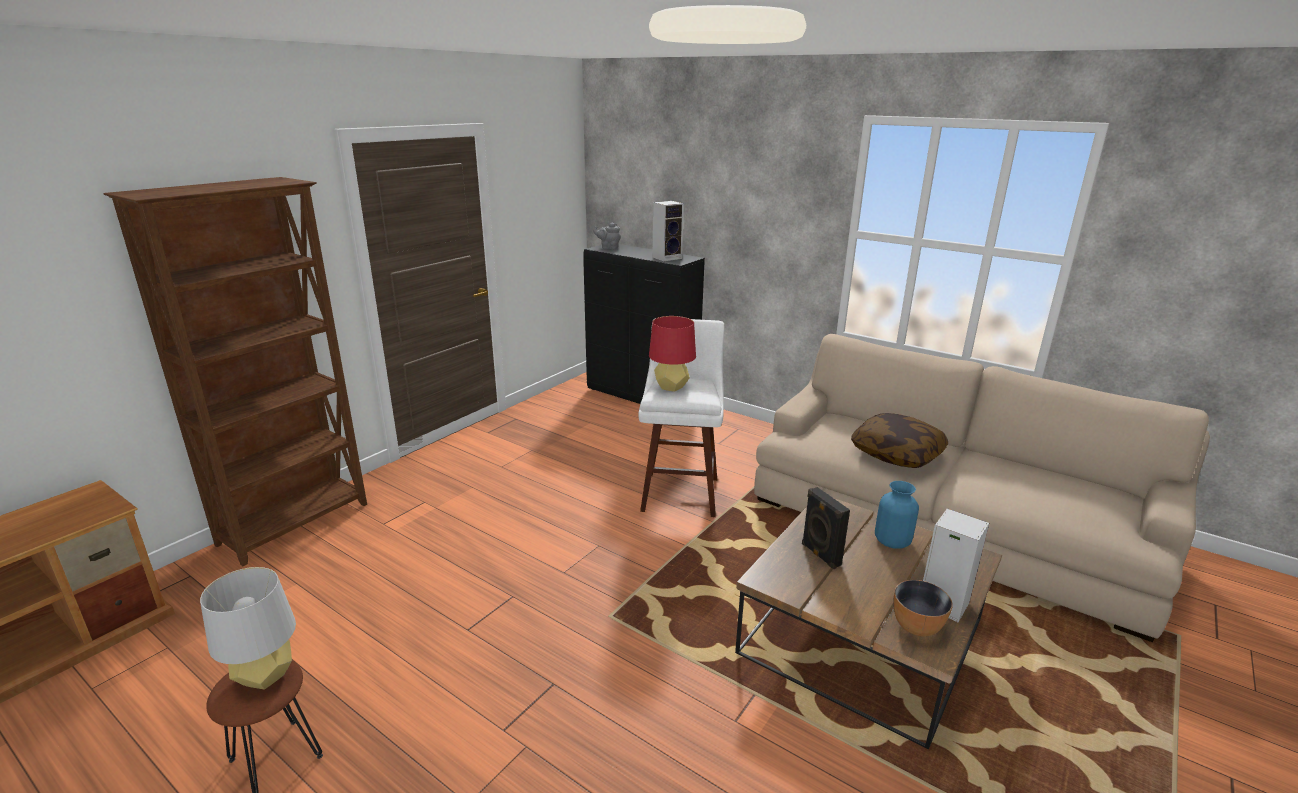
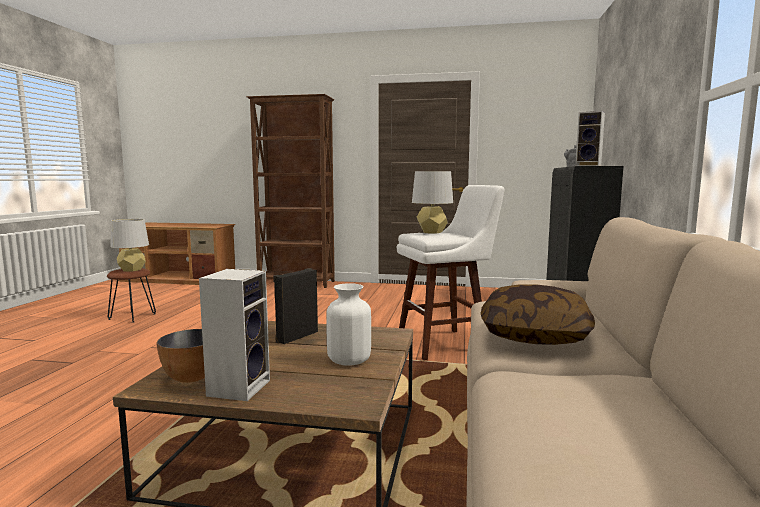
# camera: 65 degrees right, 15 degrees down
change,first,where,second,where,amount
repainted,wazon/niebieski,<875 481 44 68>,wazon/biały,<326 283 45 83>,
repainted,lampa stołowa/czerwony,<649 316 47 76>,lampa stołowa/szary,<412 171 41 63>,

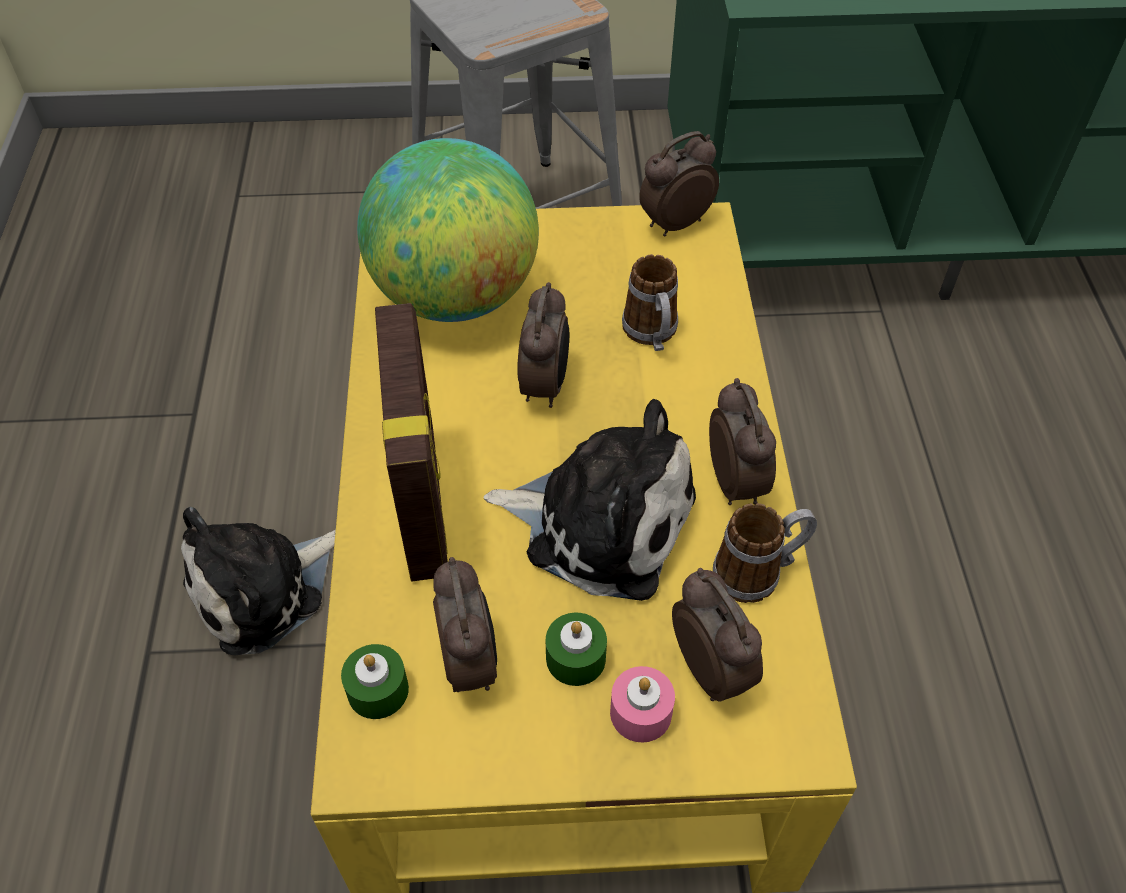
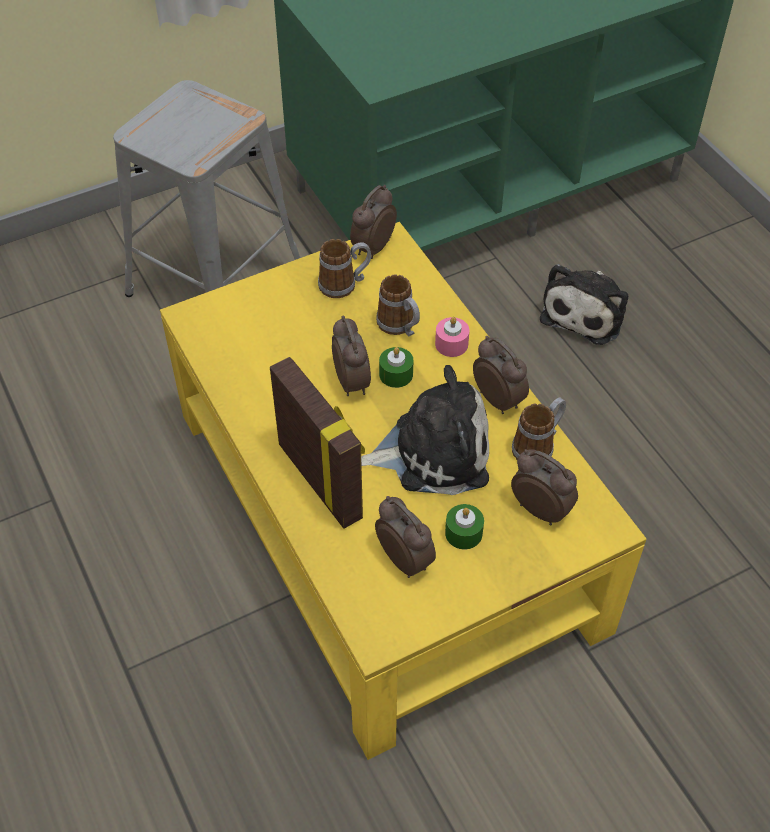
# camera: 25 degrees left, 0 degrees up
change,first,where,second,where,amount
new,,,kubek,<318 239 53 59>,
shifted,świeca/zielony,<341 644 68 75>,,<379 347 35 41>,
shifted,świeca/różowy,<610 666 65 76>,,<435 317 34 40>,
shifted,pluszak,<181 507 155 148>,,<540 264 88 81>,
gone,globus,<357 138 182 184>,,,

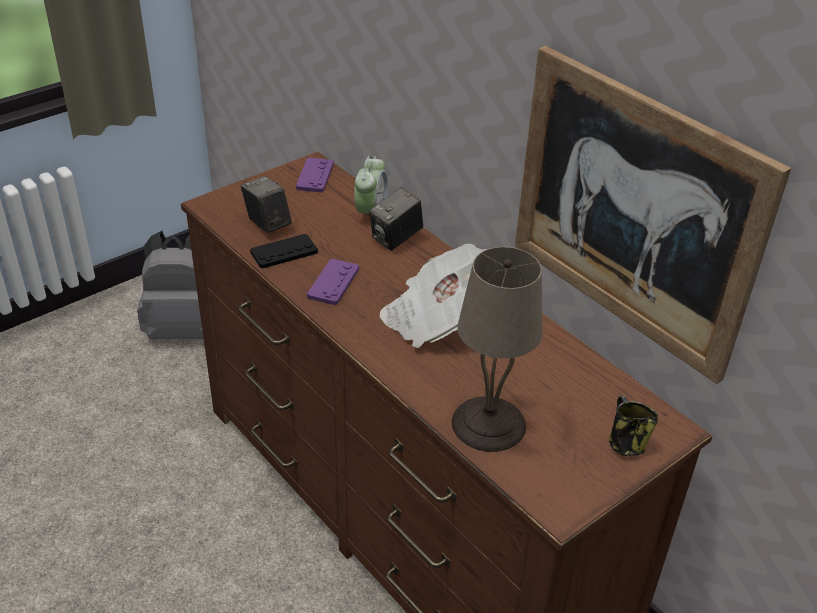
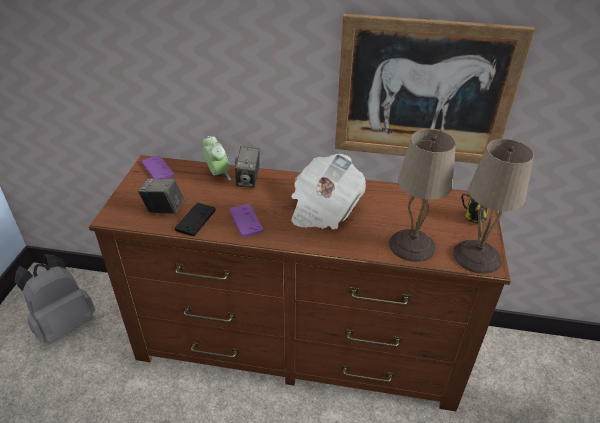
# camera: 40 degrees left, 0 degrees up
change,first,where,second,where,amount
new,,,lampa stołowa/beżowy,<453 139 81 135>,

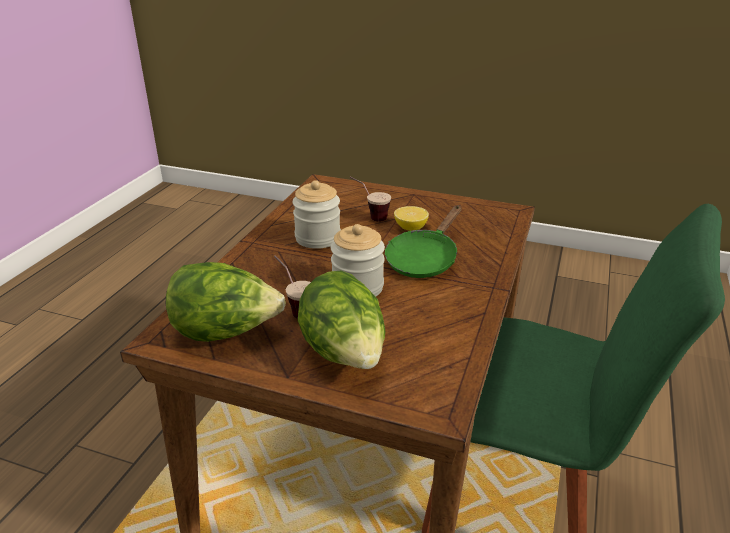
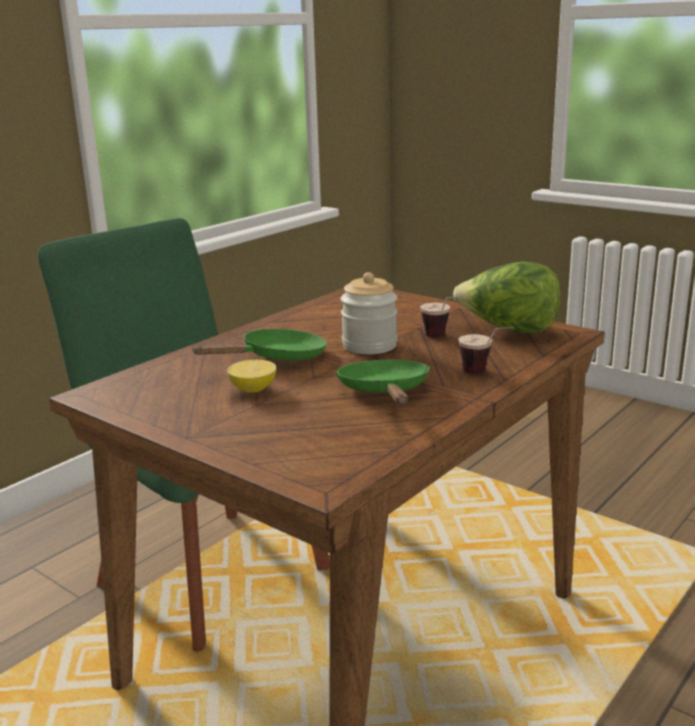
# camera: 160 degrees left, 10 degrees down
change,first,where,second,where,amount
swapped,słoik,<293 180 48 69>,patelnia/zielony,<336 360 94 45>,
shifted,filiżanka,<350 176 41 45>,,<458 327 57 47>,
gone,sałata,<298 271 87 98>,,,

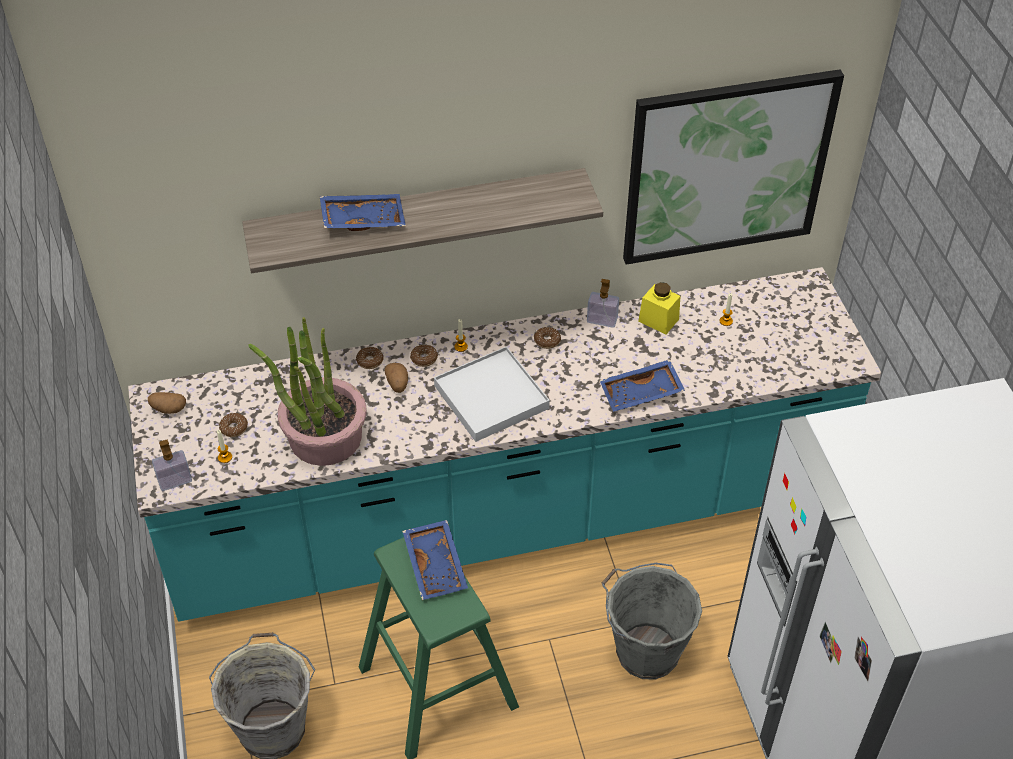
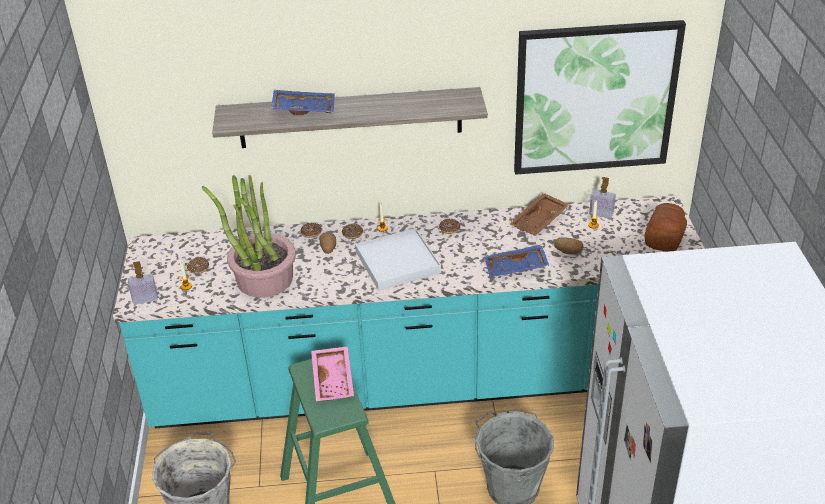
# camera: 10 degrees right, 10 degrees down
change,first,where,second,where,amount
repainted,taca/niebieski,<402 520 66 80>,taca/różowy,<311 346 43 55>,
swapped,słoik/żółty,<638 282 42 52>,taca/brązowy,<509 193 60 43>,
shifted,ziemniak,<148 392 38 22>,,<554 237 30 18>,
shifted,dozownik mydła,<587 279 32 49>,,<589 177 27 42>,
new,,,chleb,<645 203 42 49>,

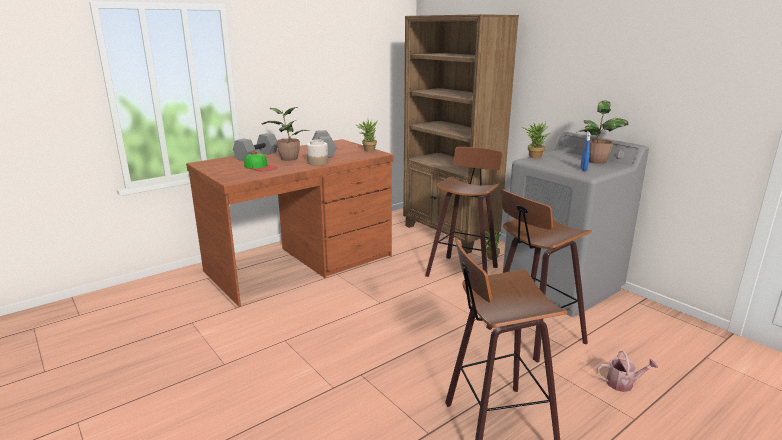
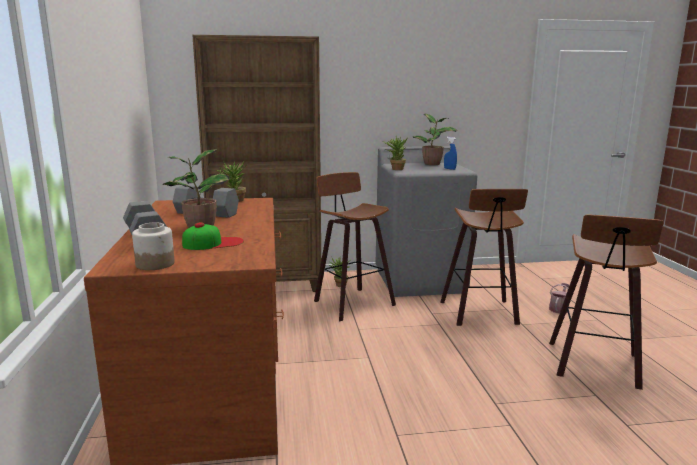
# camera: 60 degrees left, 5 degrees down
change,first,where,second,where,amount
shifted,słoik,<307 139 21 27>,,<132 222 43 48>,

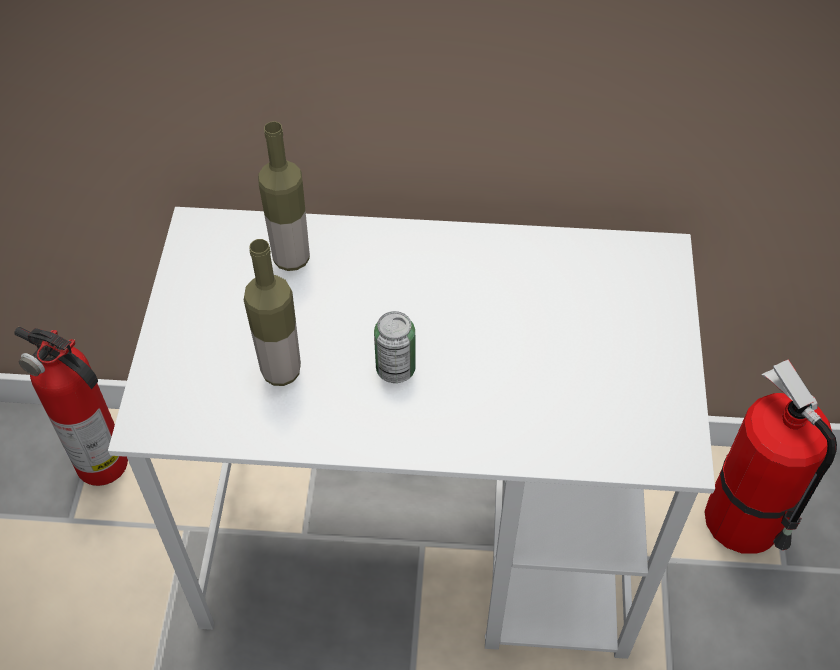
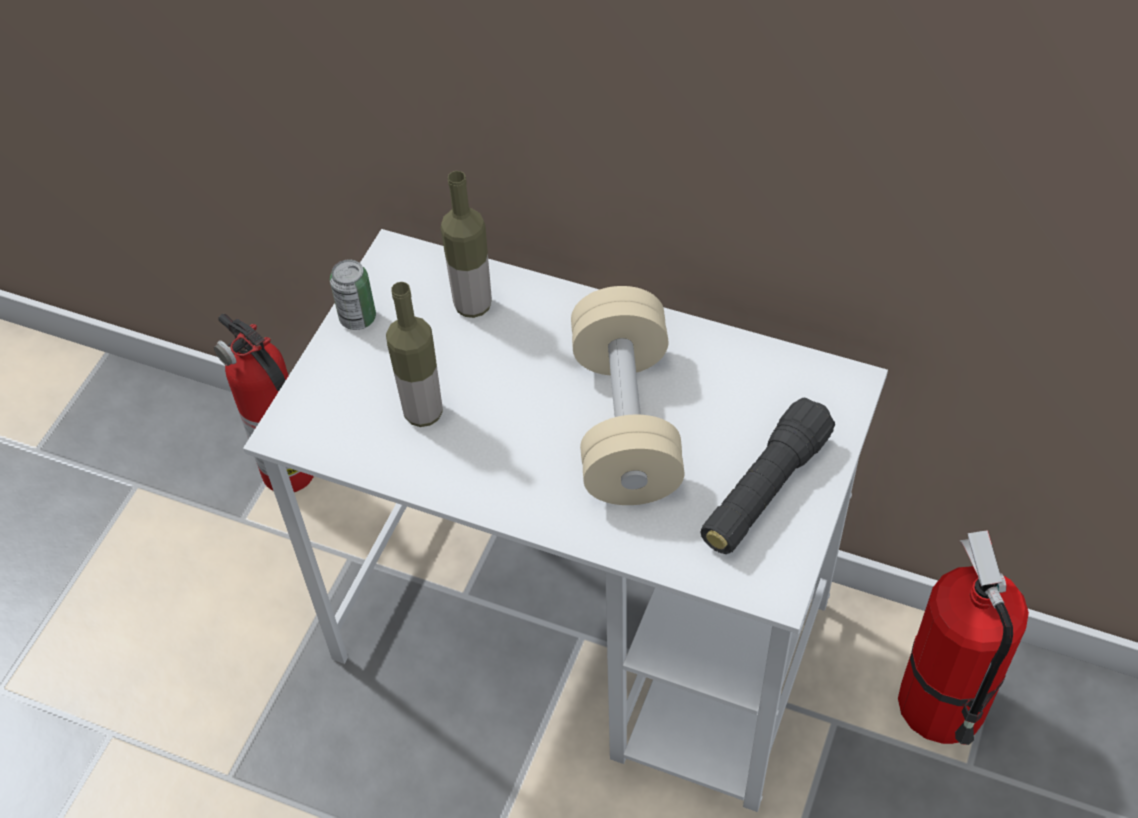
# camera: 20 degrees right, 0 degrees up
change,first,where,second,where,amount
shifted,puszka,<374 311 42 72>,,<330 259 46 71>,
new,,,hantel/beżowy,<571 286 113 219>,
new,,,latarka/czarny,<701 397 134 157>,

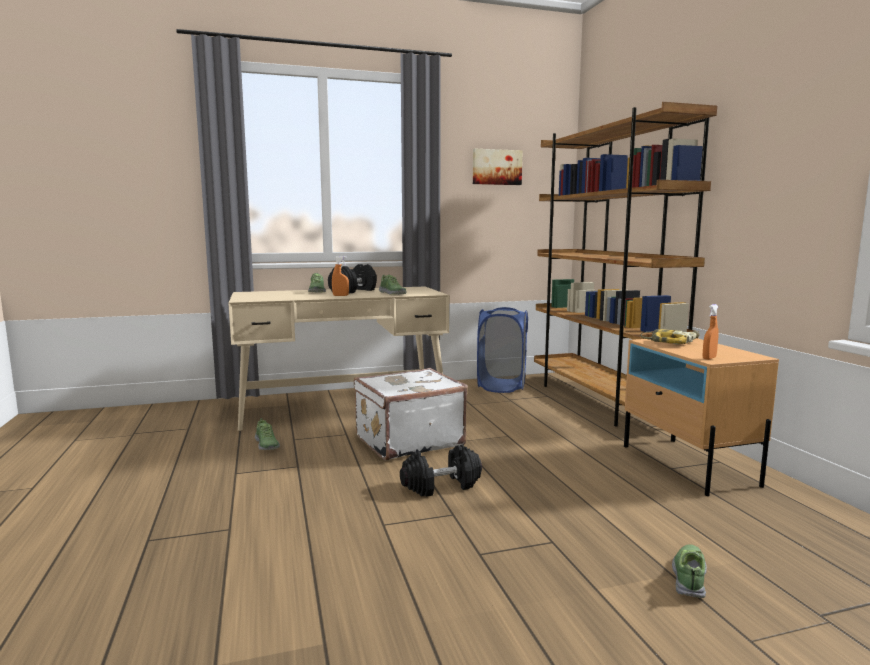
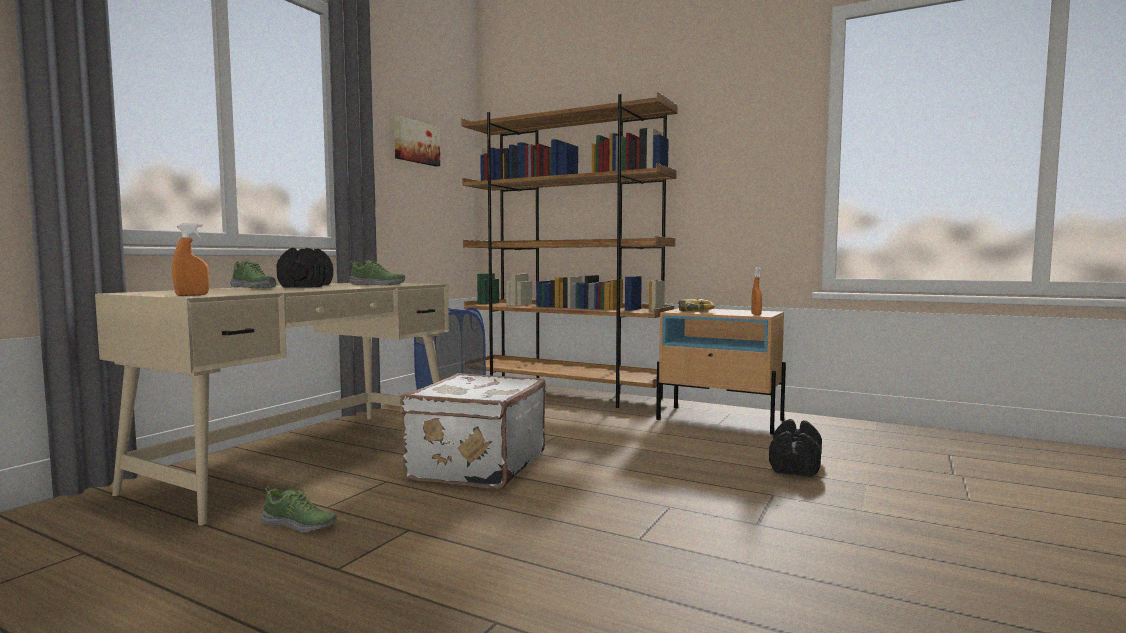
# camera: 45 degrees left, 5 degrees down
change,first,where,second,where,amount
shifted,spryskiwacz/pomarańczowy,<332 256 17 40>,,<172 223 37 73>,
shifted,hantel/czarny,<400 444 82 53>,,<769 419 53 58>,
gone,but,<672 544 35 54>,,,

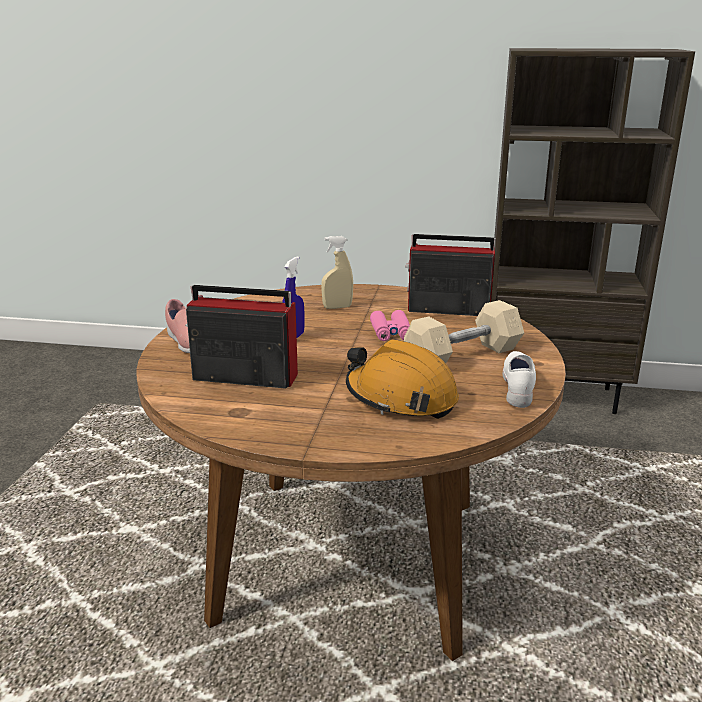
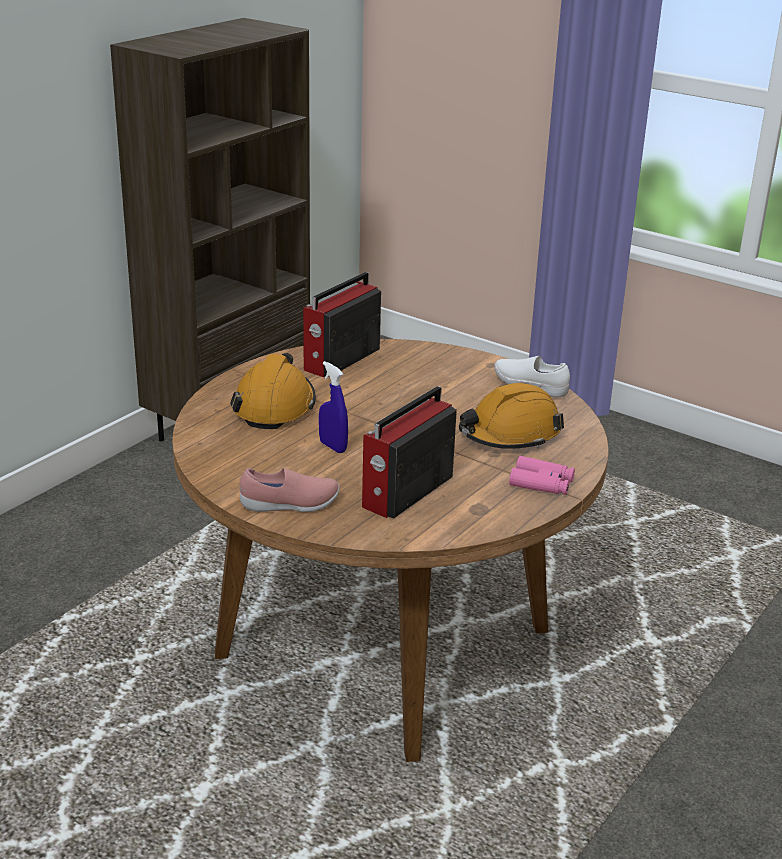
# camera: 65 degrees left, 5 degrees up
change,first,where,second,where,amount
swapped,spryskiwacz/beżowy,<321 236 32 73>,kask/pomarańczowy,<230 353 86 76>,
shifted,lornetka/różowy,<370 310 40 31>,,<509 456 66 39>,
gone,hantel/beżowy,<404 300 120 63>,,,

